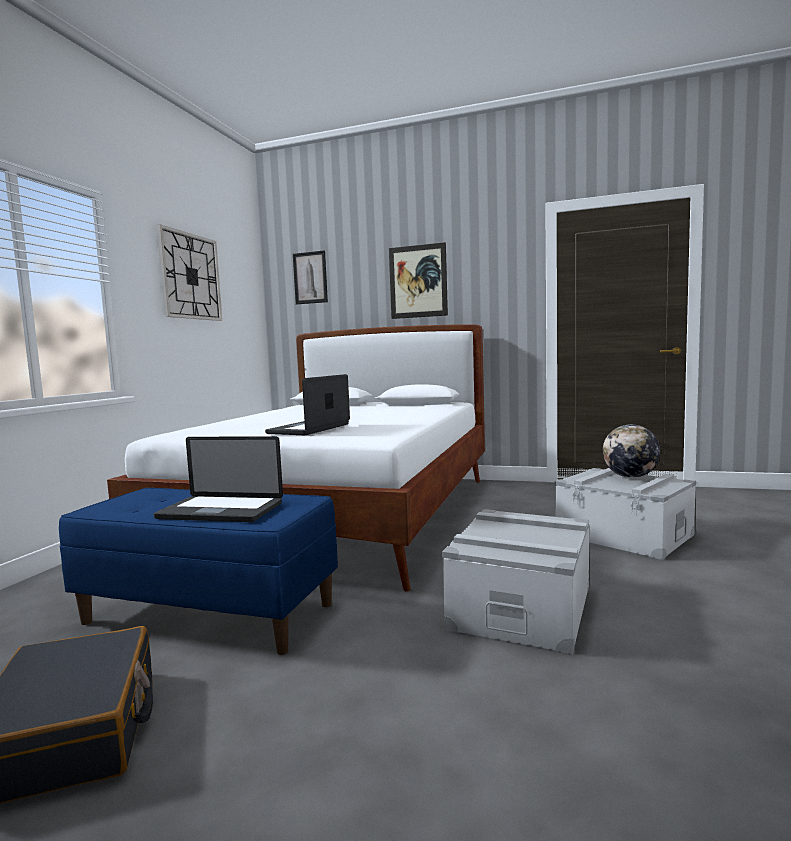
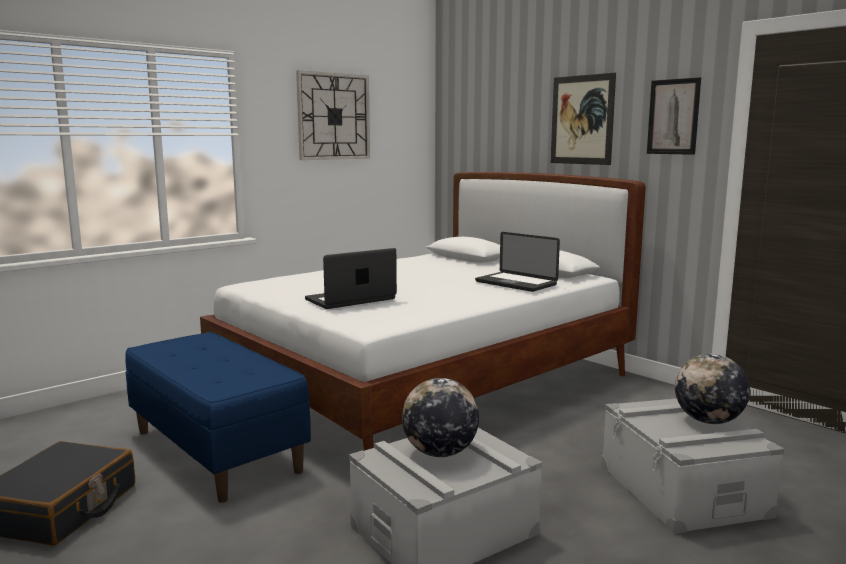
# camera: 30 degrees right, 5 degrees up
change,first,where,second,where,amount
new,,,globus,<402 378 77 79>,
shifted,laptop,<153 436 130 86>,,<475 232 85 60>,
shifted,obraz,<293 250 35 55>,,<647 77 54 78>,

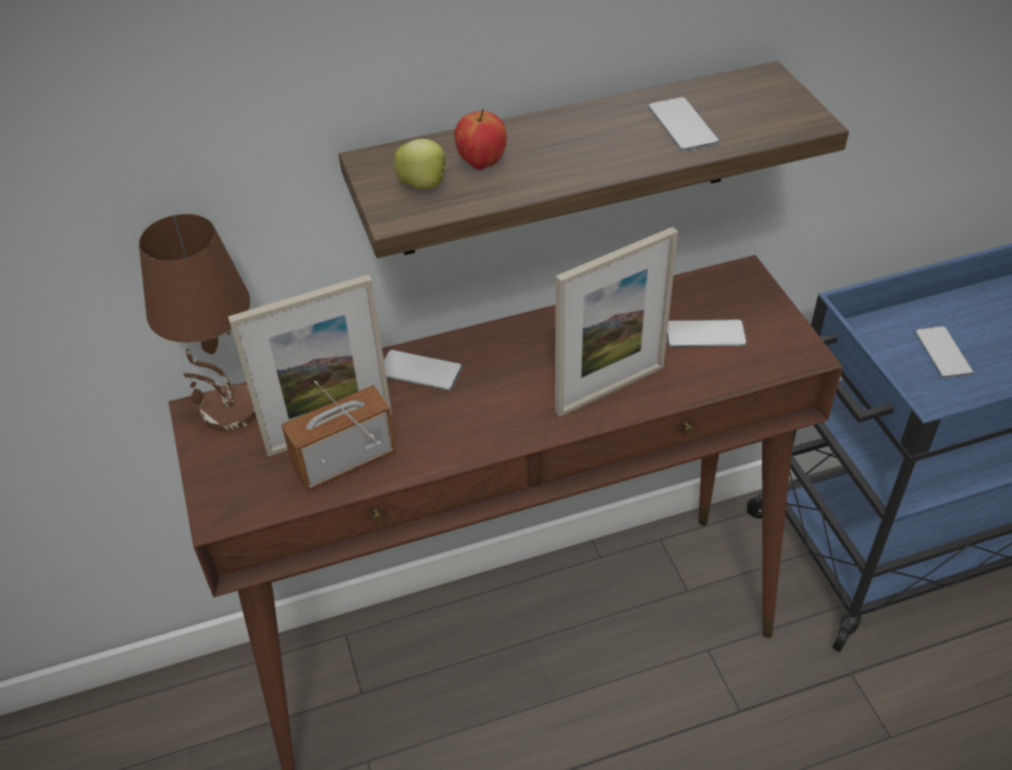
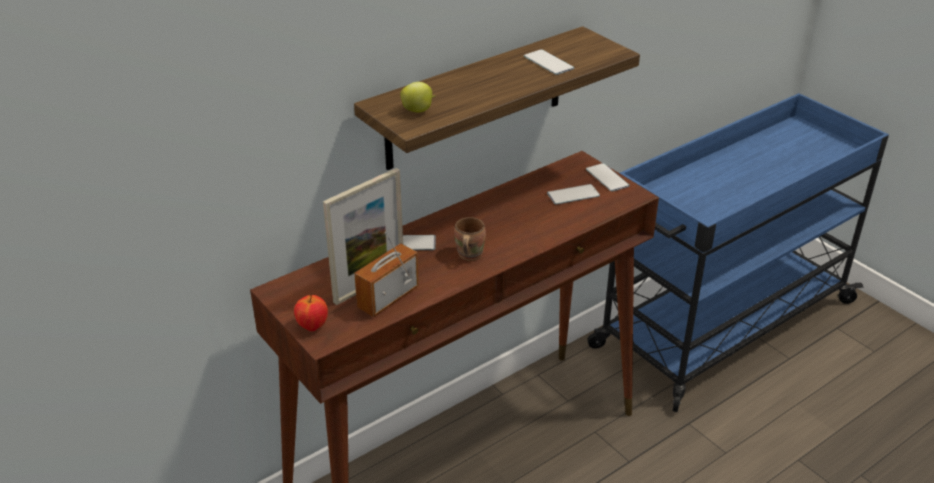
# camera: 20 degrees left, 10 degrees down
change,first,where,second,where,amount
shifted,jabłko,<454 109 53 61>,,<294 295 34 36>,
new,,,kubek/brązowy,<454 217 32 44>,
shifted,telefon,<915 326 59 52>,,<586 163 44 29>,
gone,lampa stołowa/brązowy,<139 214 117 218>,,,
gone,ramka na zdjęcie,<555 227 123 190>,,,

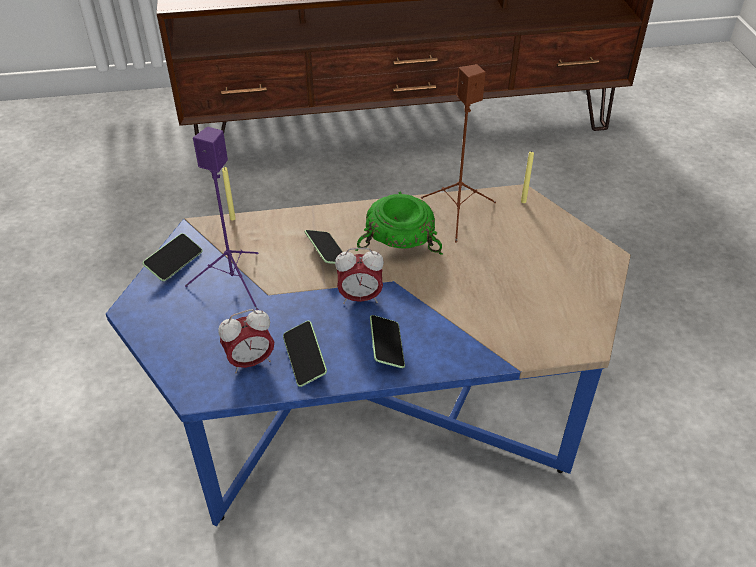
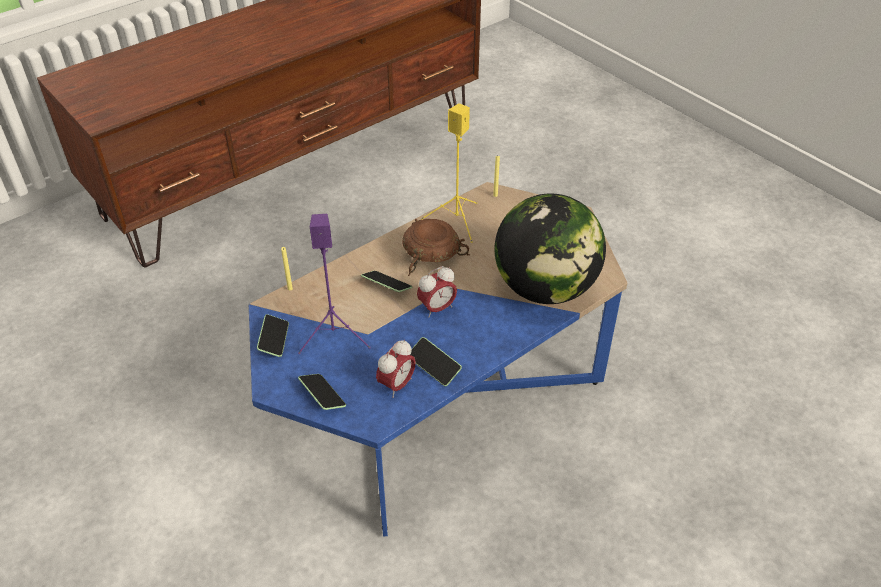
# camera: 30 degrees left, 0 degrees up
change,first,where,second,where,amount
shifted,telefon,<370 315 35 53>,,<298 374 48 36>,
repainted,miska/zielony,<355 192 88 63>,miska/brązowy,<402 219 68 57>,
repainted,głośnik/brązowy,<421 64 75 179>,głośnik/żółty,<421 103 56 140>,
new,,,globus,<494 194 112 110>,

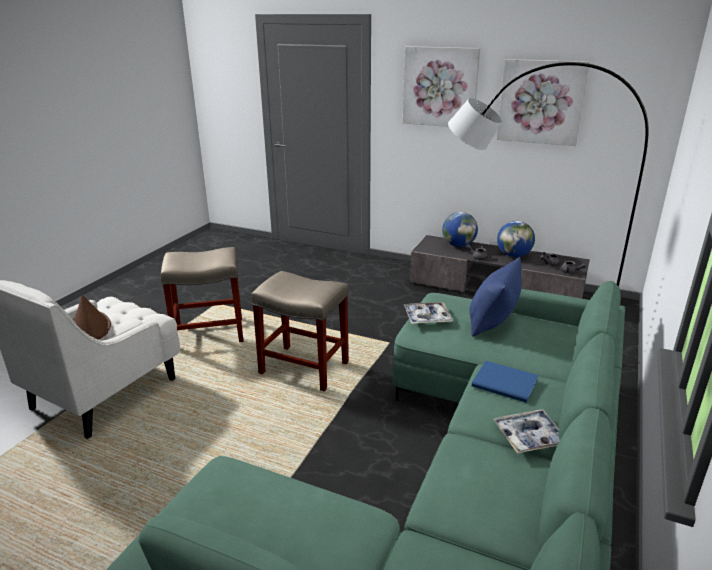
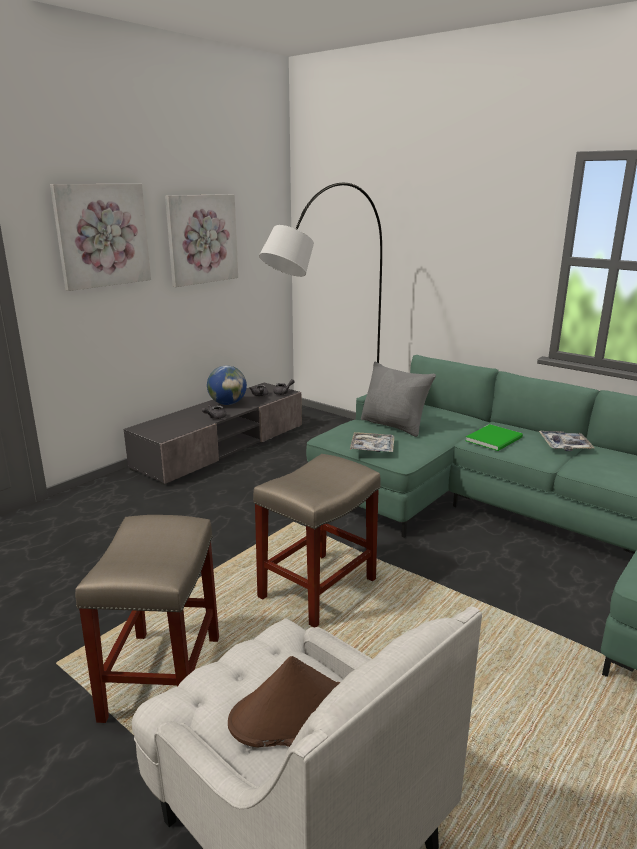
# camera: 75 degrees left, 5 degrees down
change,first,where,second,where,amount
repainted,poduszka/niebieski,<469 257 53 80>,poduszka/szary,<361 362 75 75>,
repainted,książka/niebieski,<472 361 66 42>,książka/zielony,<465 424 58 27>,
gone,globus,<442 212 36 35>,,,

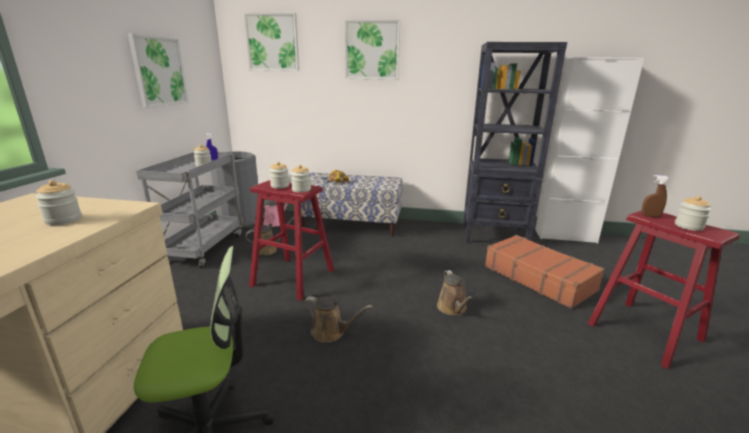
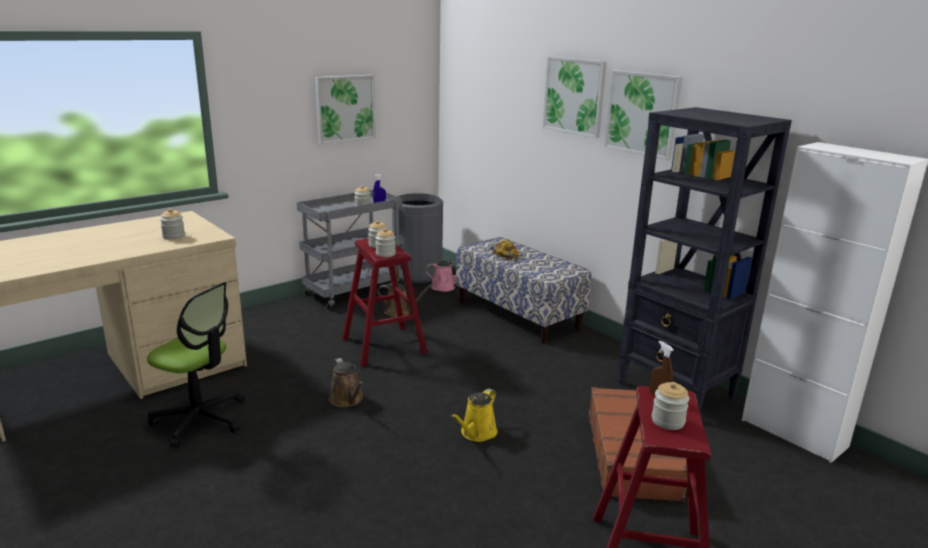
# camera: 40 degrees right, 0 degrees up
change,first,where,second,where,amount
repainted,konewka/brązowy,<437 270 36 45>,konewka/żółty,<451 388 47 54>,
shifted,obraz,<244 13 55 58>,,<604 70 78 90>,

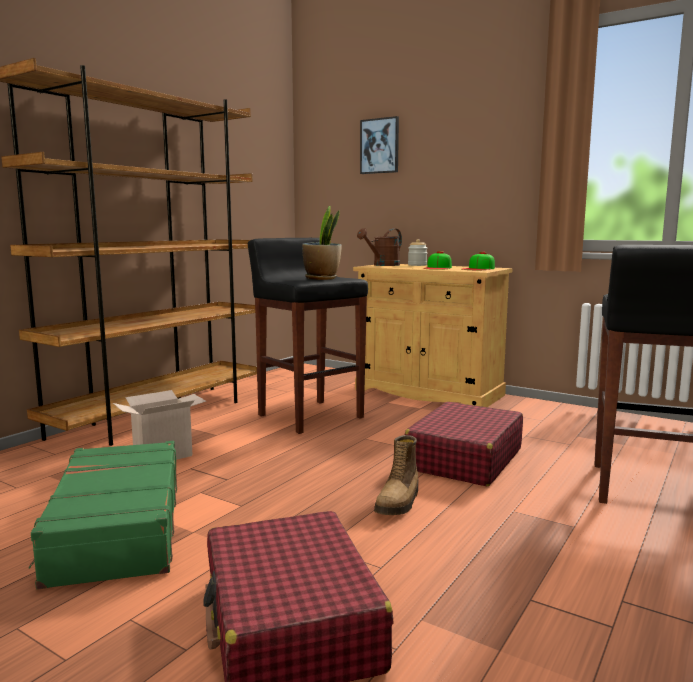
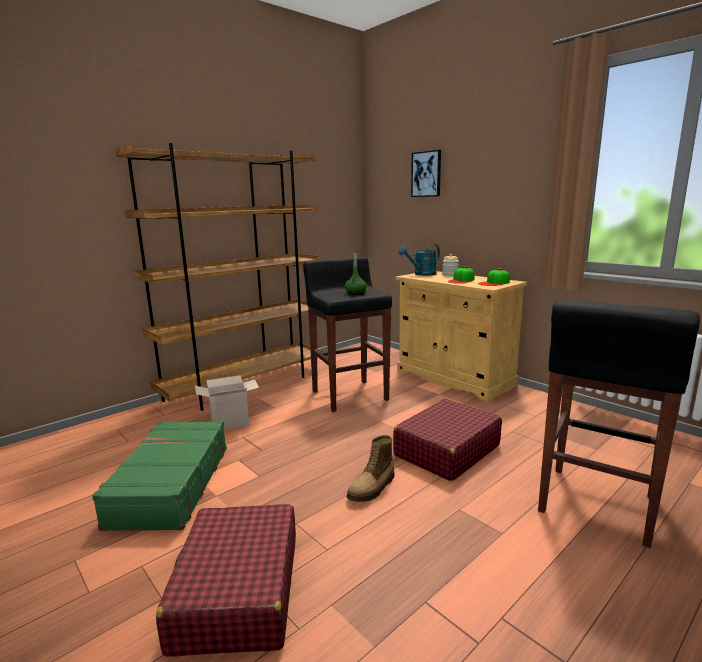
# camera: 15 degrees right, 5 degrees up
change,first,where,second,where,amount
swapped,roślina doniczkowa,<302 206 40 74>,butelka/zielony,<345 251 22 44>,
repainted,konewka/brązowy,<357 228 45 38>,konewka/turkusowy,<399 244 41 32>,

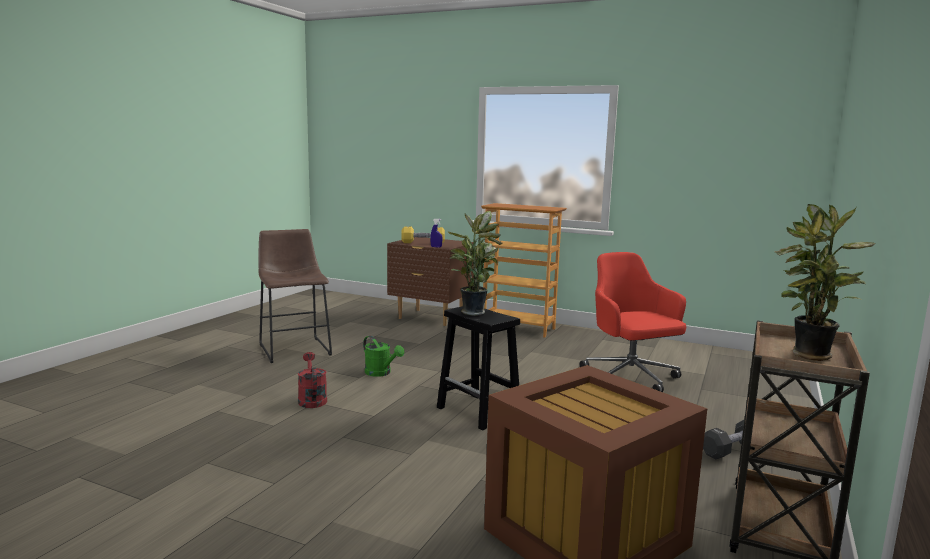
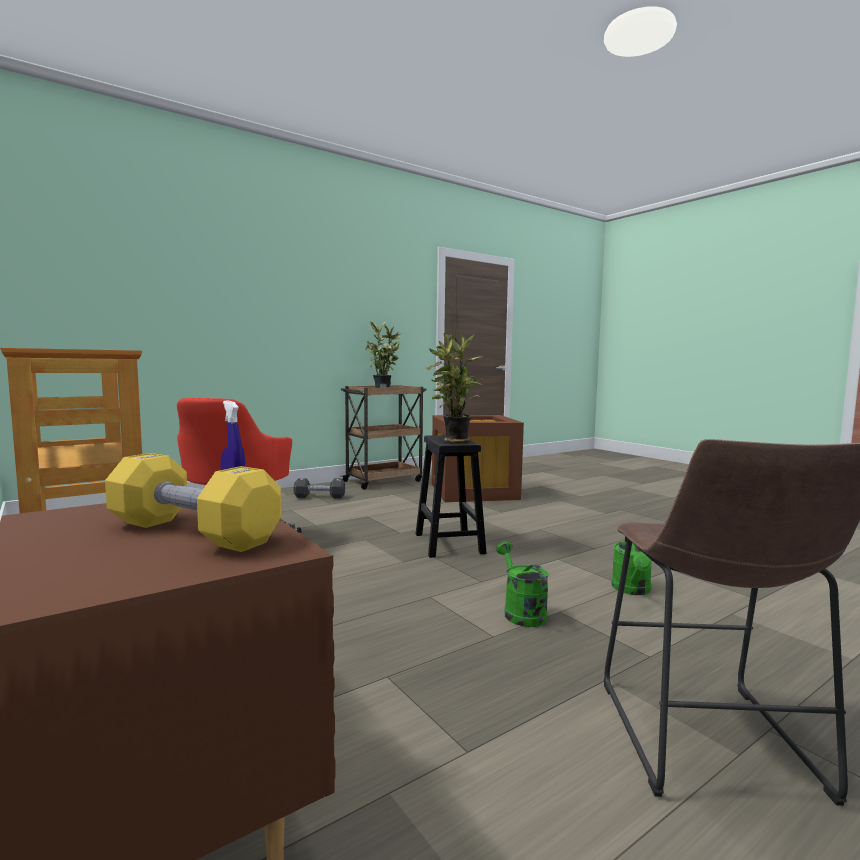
# camera: 150 degrees left, 5 degrees down
change,first,where,second,where,amount
repainted,konewka/czerwony,<298 352 29 56>,konewka/zielony,<611 536 41 59>,

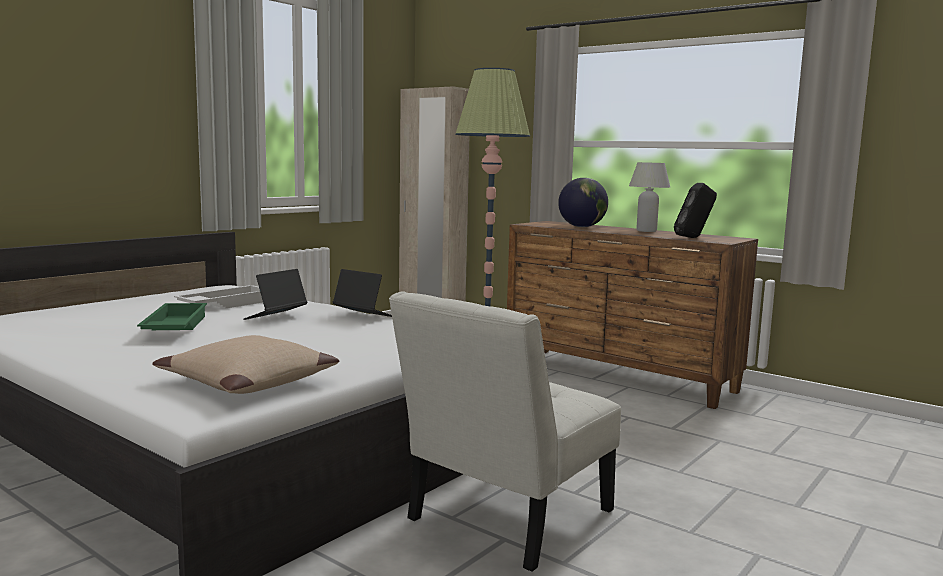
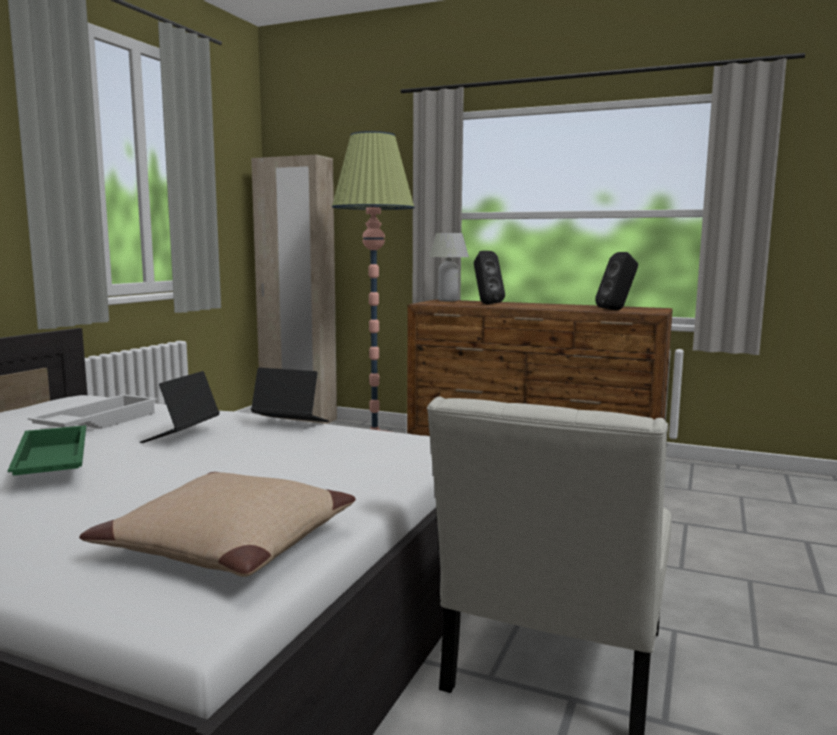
# camera: 15 degrees left, 0 degrees up
change,first,where,second,where,amount
shifted,lampa stołowa/biały,<629 162 41 70>,,<429 233 40 69>,
swapped,globus,<558 178 50 49>,głośnik/czarny,<474 251 31 53>,

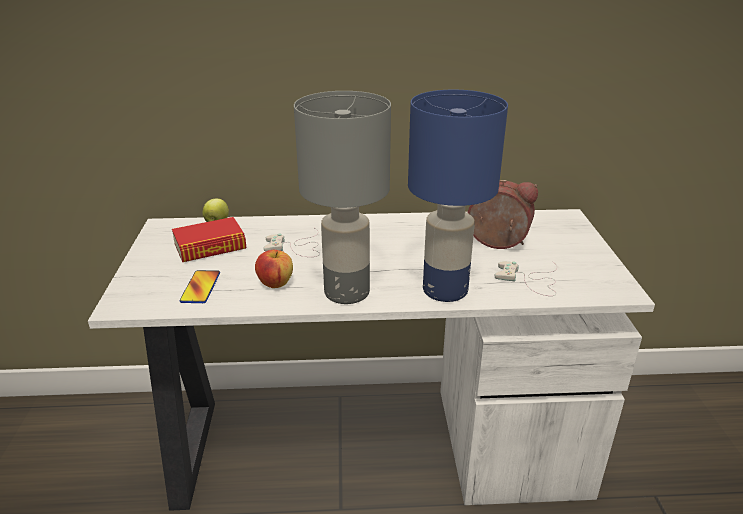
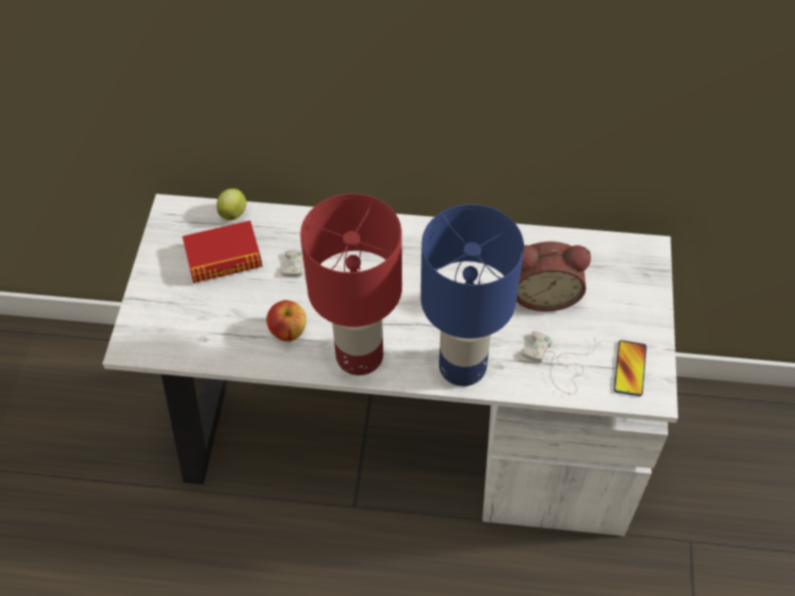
# camera: 10 degrees right, 25 degrees up
change,first,where,second,where,amount
repainted,lampa stołowa/szary,<294 91 97 213>,lampa stołowa/czerwony,<300 194 102 181>,
rotated,budzik,<467 180 71 69>,,<516 242 75 69>,150 degrees clockwise
shifted,telefon,<179 270 41 33>,,<614 340 33 56>,

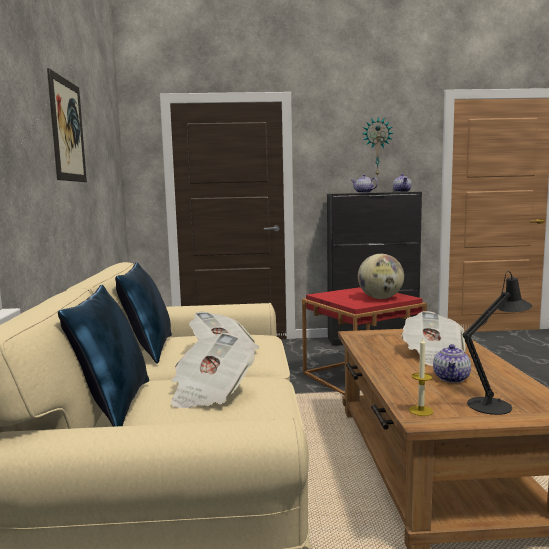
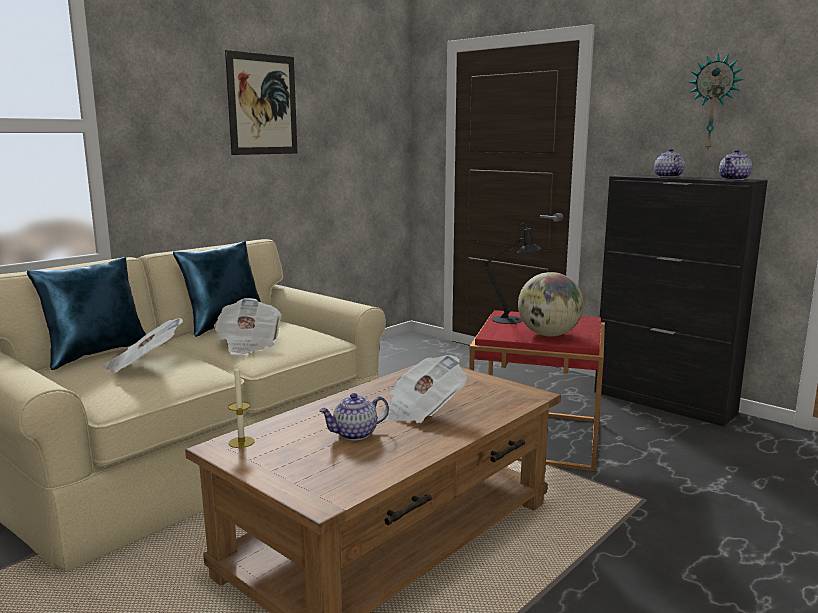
# camera: 45 degrees right, 5 degrees up
change,first,where,second,where,amount
shifted,lampa stołowa/czarny,<463 271 69 144>,,<483 223 59 101>,

